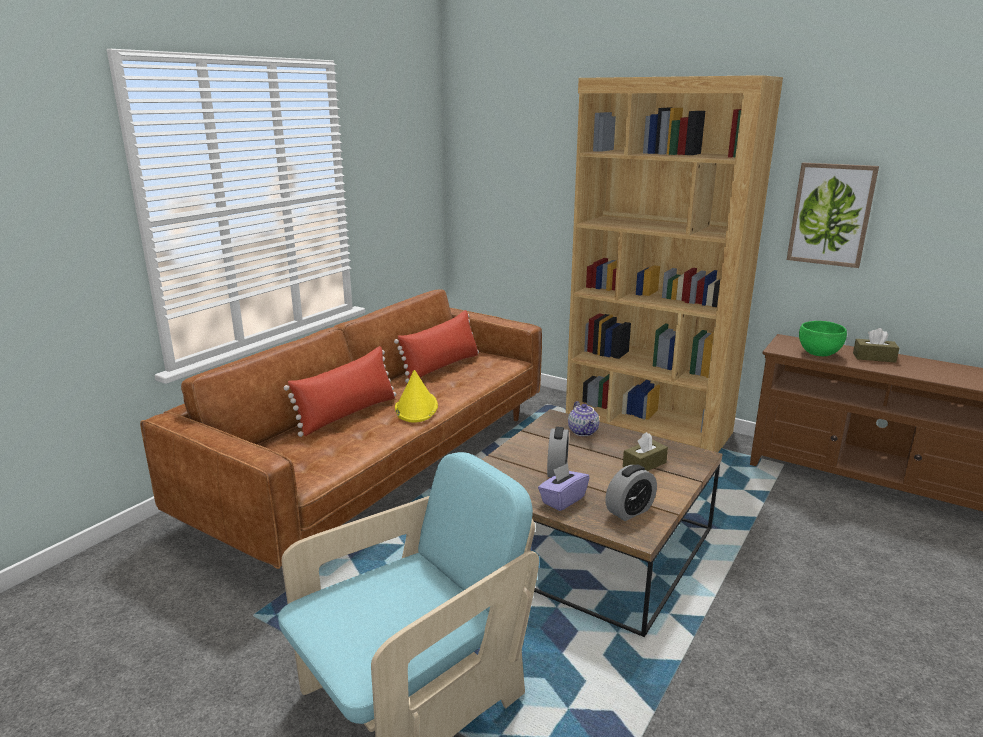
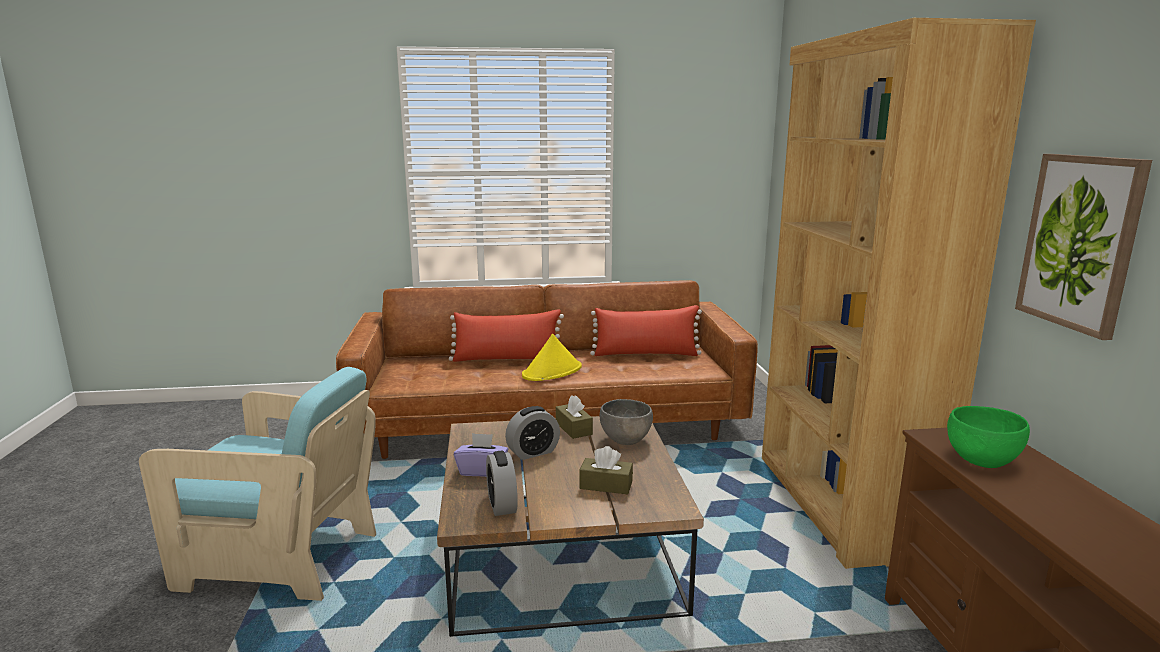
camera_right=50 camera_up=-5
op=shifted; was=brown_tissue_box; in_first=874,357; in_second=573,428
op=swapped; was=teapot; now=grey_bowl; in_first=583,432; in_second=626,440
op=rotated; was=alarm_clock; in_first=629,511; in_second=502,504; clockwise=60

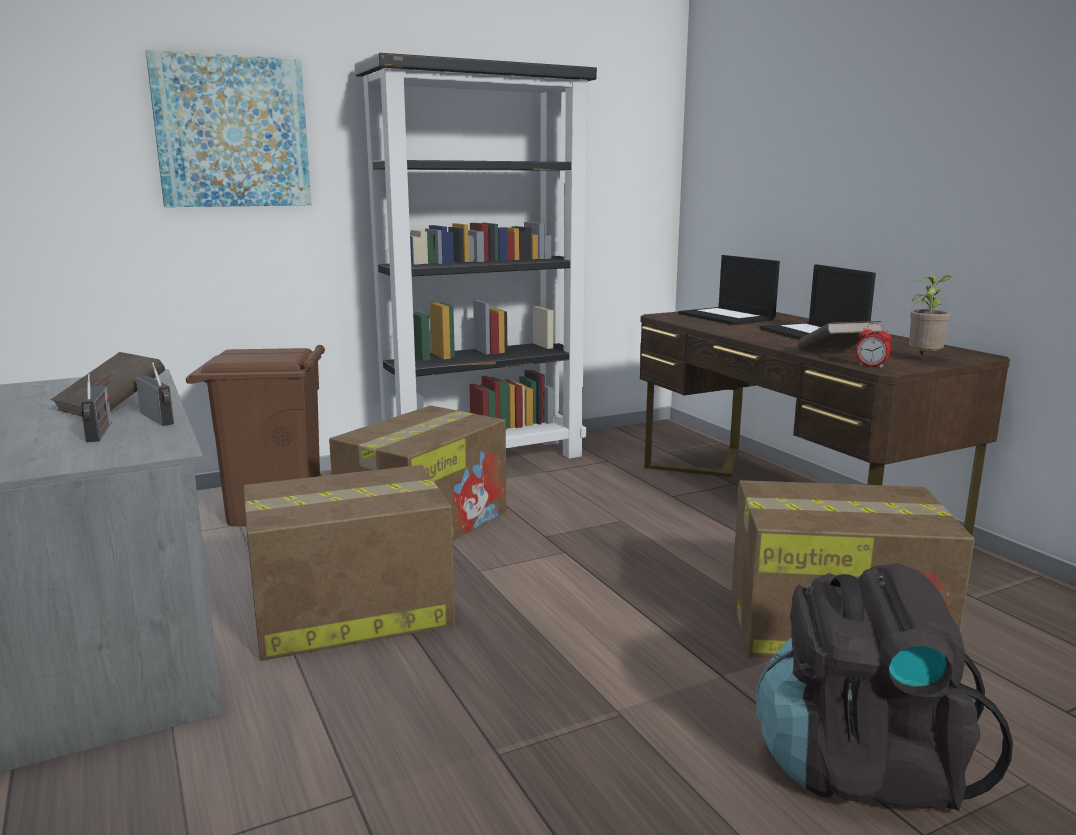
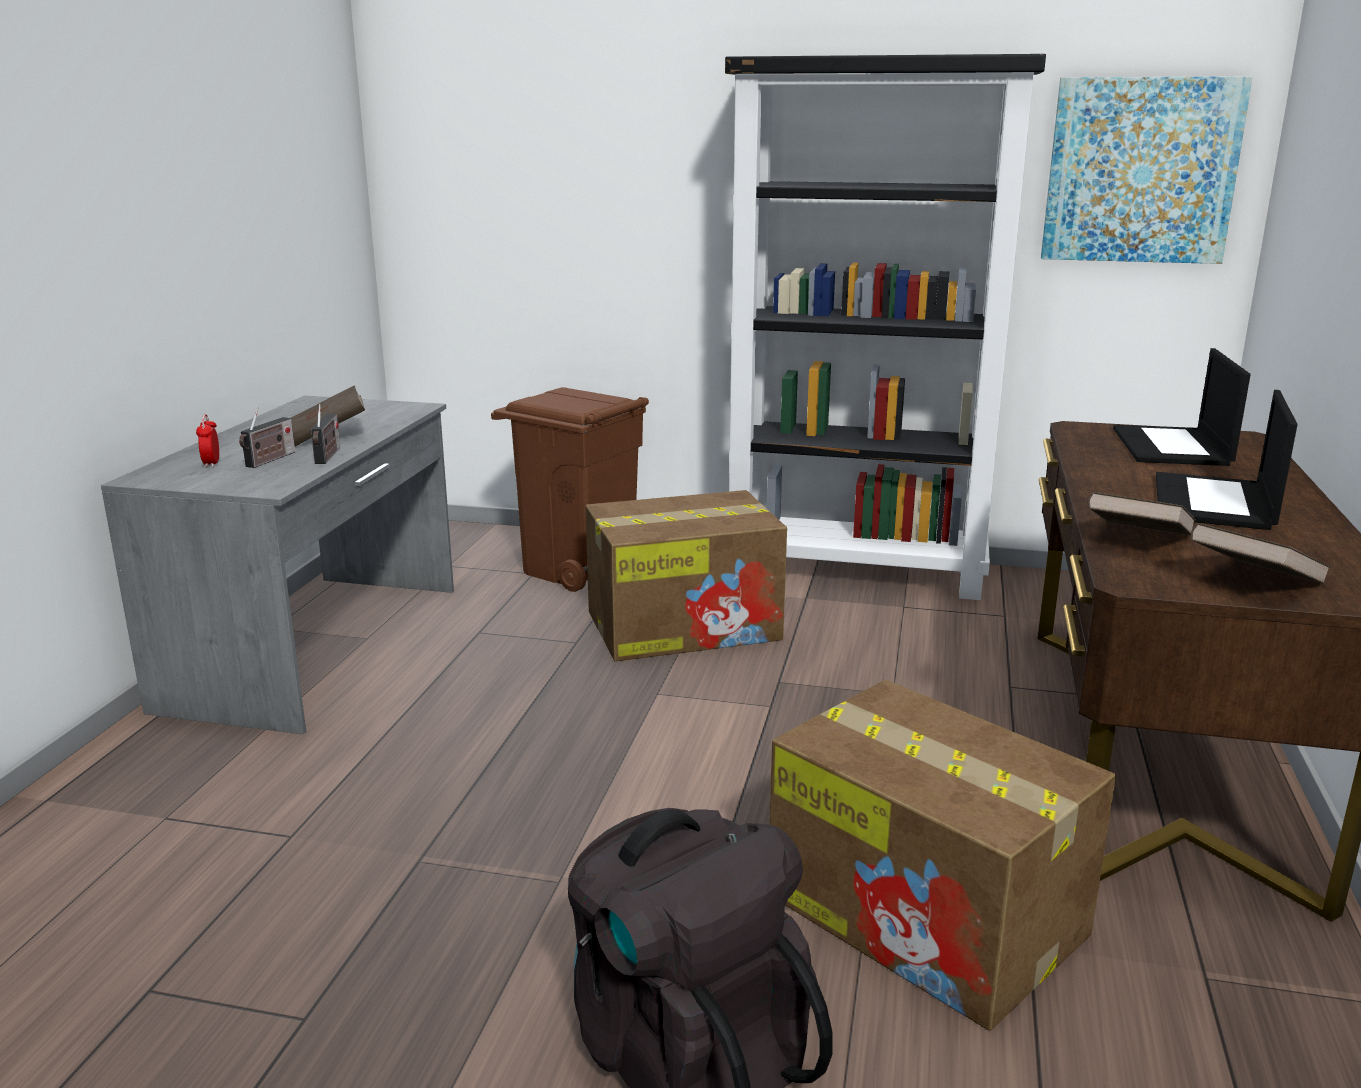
camera_right=40 camera_up=5
op=shifted; was=picture; in_first=232,132; in_second=1141,171
op=swapped; was=potted_plant; now=brown_book; in_first=924,359; in_second=1254,583
op=shifted; was=alarm_clock; in_first=871,366; in_second=211,464
op=gone; was=cardboard_box; in_first=349,613

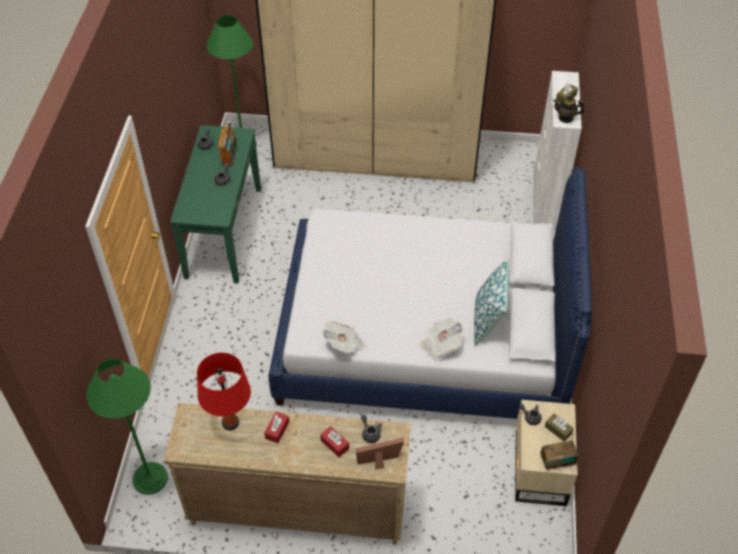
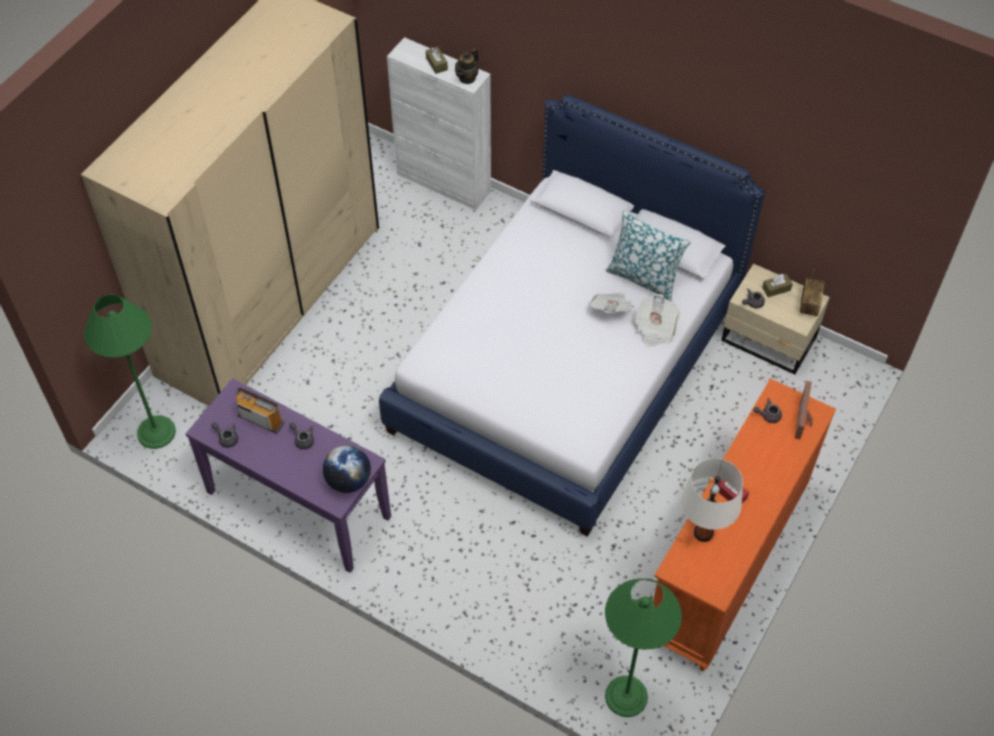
camera_right=-65 camera_up=5
op=repainted; was=green_console_table; now=purple_console_table; in_first=223,232; in_second=298,505
op=shifted; was=newspaper; in_first=344,344; in_second=611,309
op=repainted; was=red_table_lamp; now=white_table_lamp; in_first=230,422; in_second=703,533
op=repainted; was=beige_dresser; now=orange_dresser; in_first=296,509; in_second=726,564
op=gone; was=red_tissue_box; in_first=334,444
op=new; now=globe; in_second=348,480

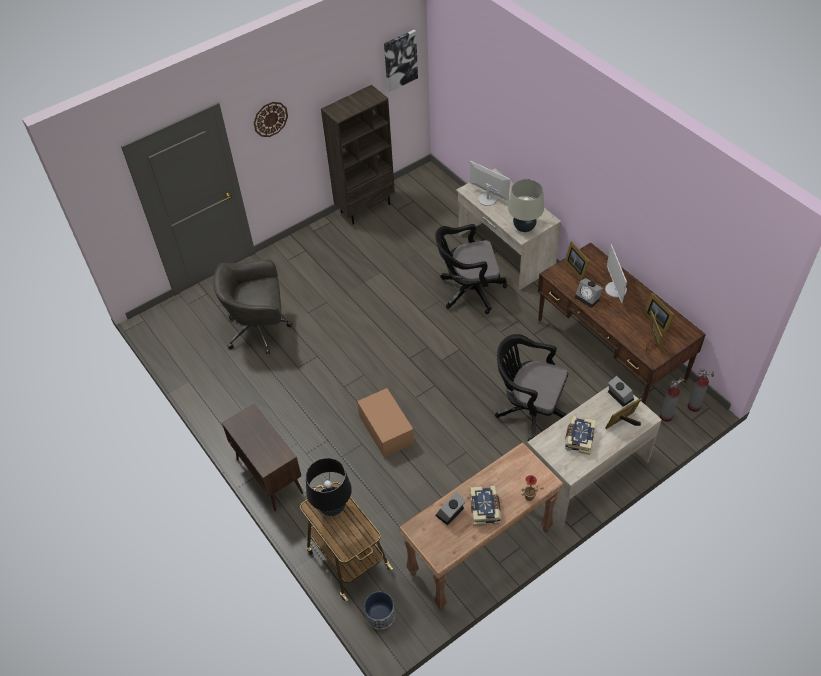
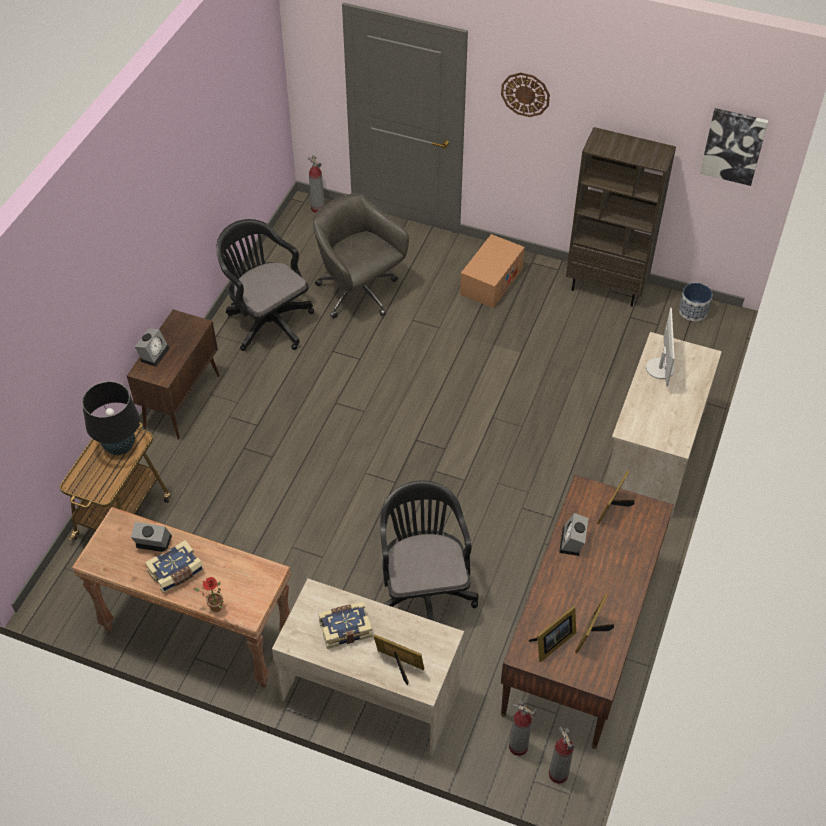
camera_right=55 camera_up=0
op=gone; was=beige_table_lamp; in_first=524,227
op=shifted; was=black_office_chair; in_first=468,291; in_second=267,321
op=gone; was=monitor; in_first=615,290
op=shifted; was=alarm_clock; in_first=619,396; in_second=154,353
op=shifted; was=cardboard_box; in_first=386,430; in_second=491,281
op=shifted; was=planter; in_first=380,615; in_second=693,311
op=new; now=fire_extinguisher; in_second=317,208

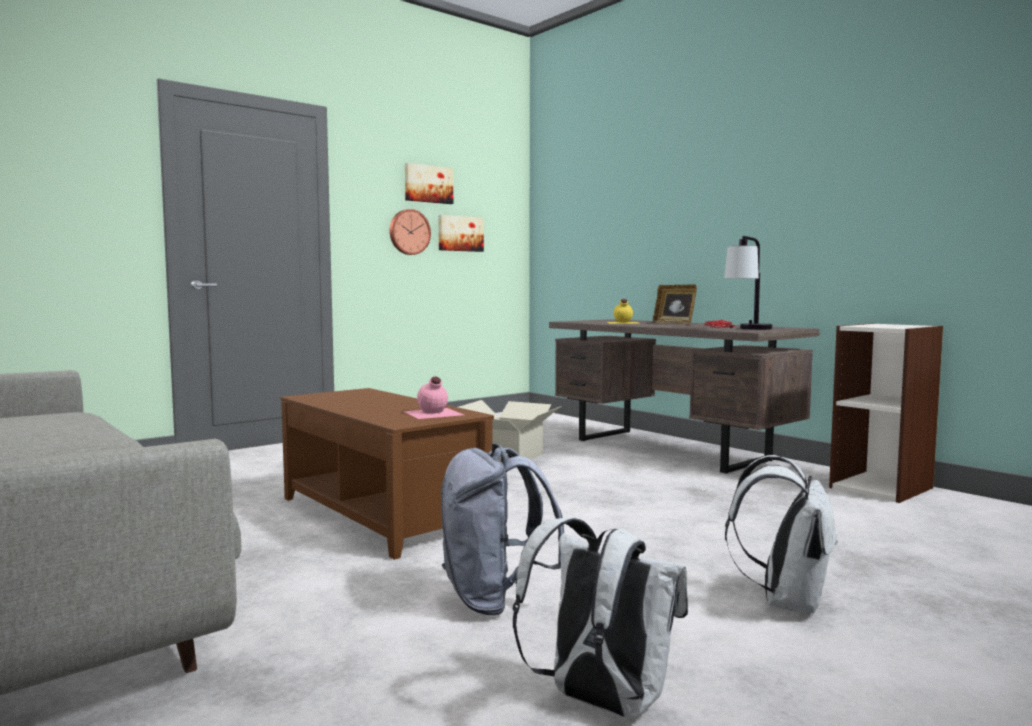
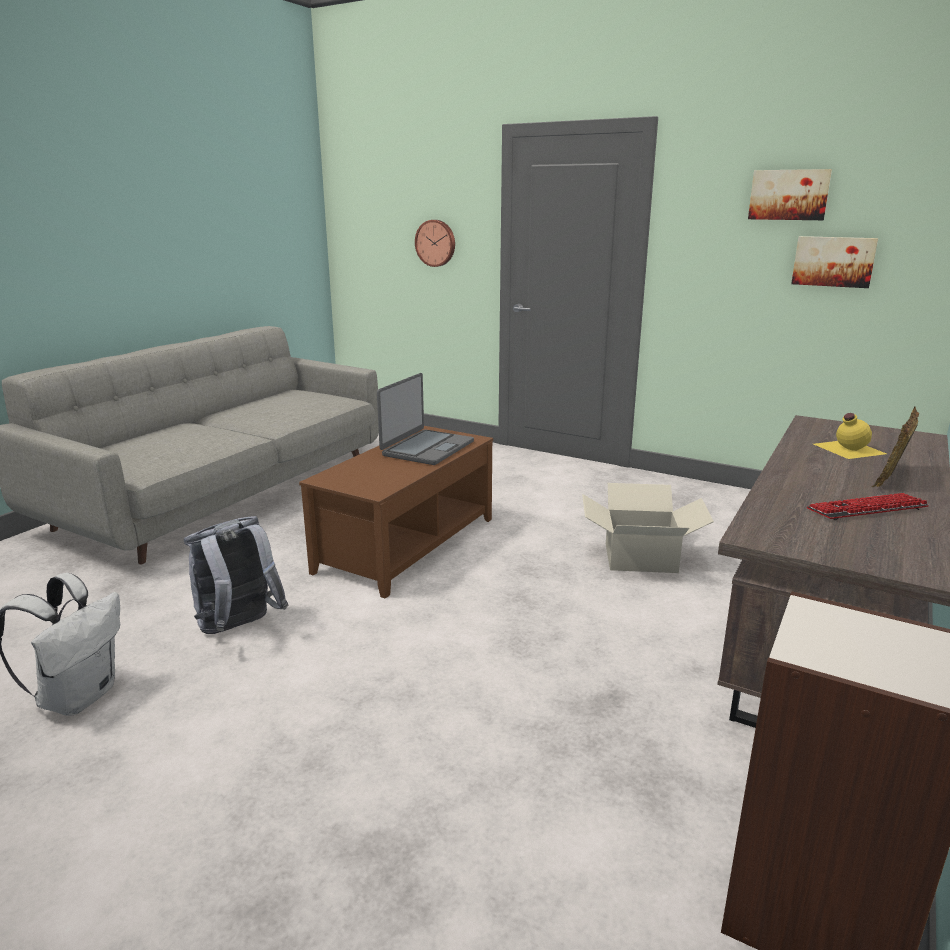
camera_right=70 camera_up=15
op=shifted; was=wall_clock; in_first=409,232; in_second=436,243
op=gone; was=table_lamp; in_first=748,329
op=gone; was=pink_bottle; in_first=433,413
op=gone; was=white_backpack; in_first=785,602
op=new; now=laptop; in_second=427,448

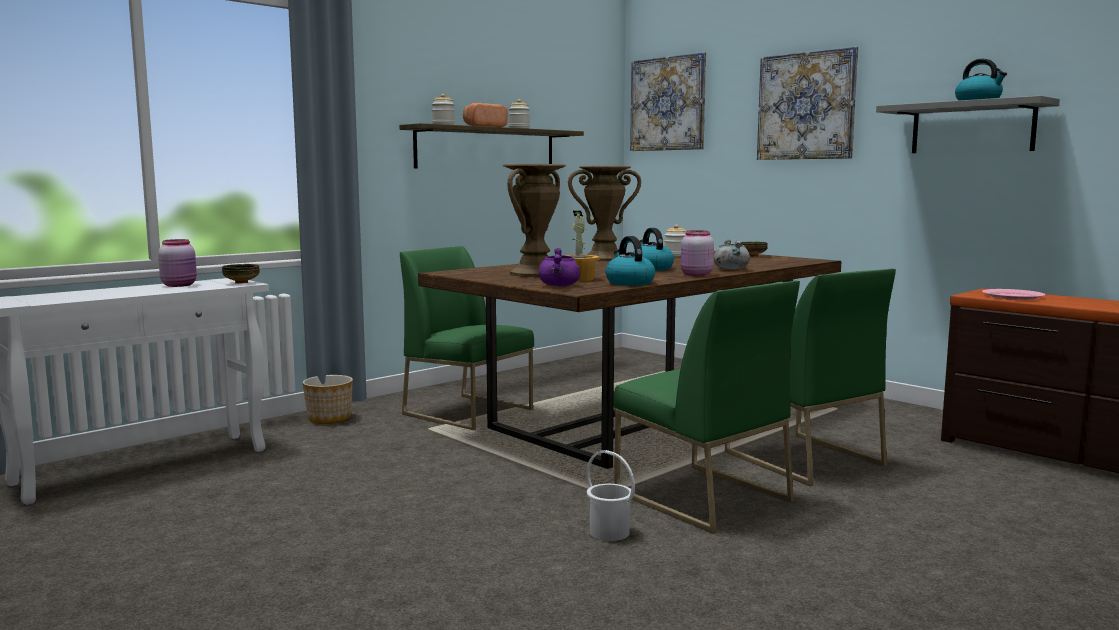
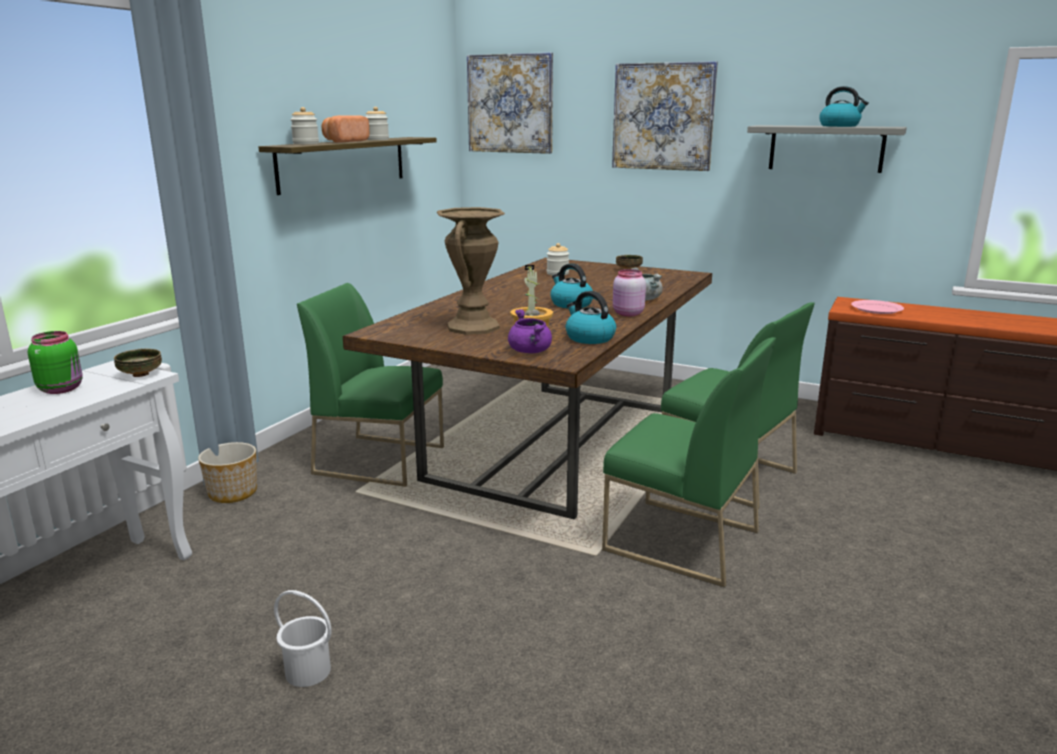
camera_right=-20 camera_up=10
op=gone; was=brown_vase; in_first=604,259
op=repainted; was=pink_jar; now=green_jar; in_first=180,285; in_second=62,389
op=shifted; was=white_bucket; in_first=609,533; in_second=308,672

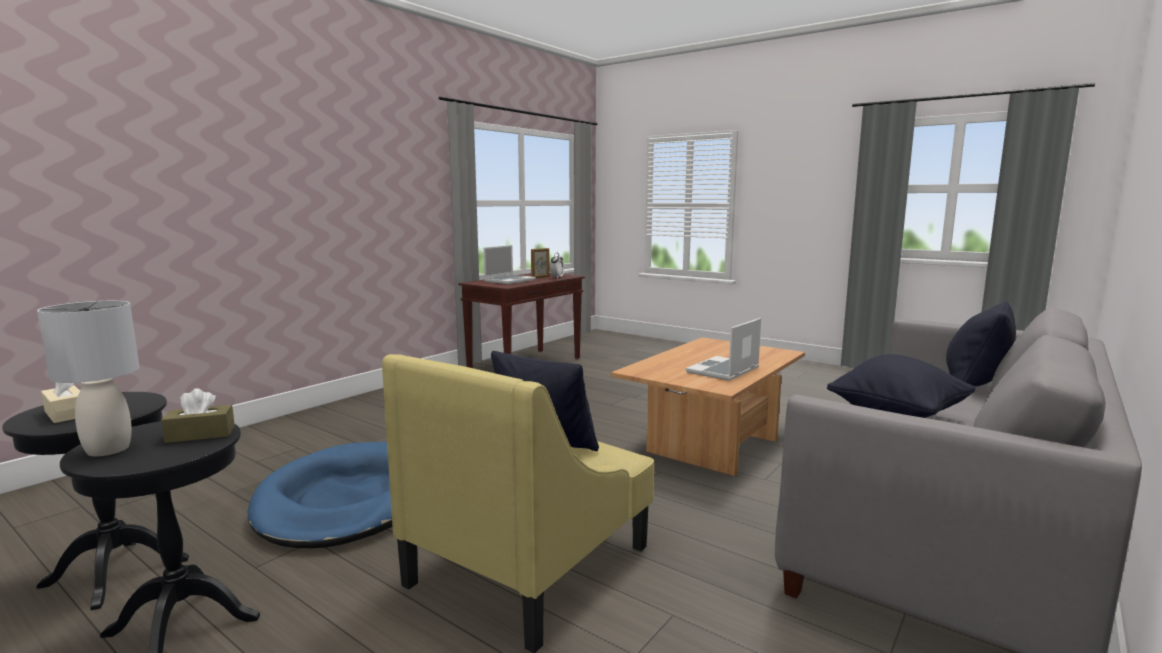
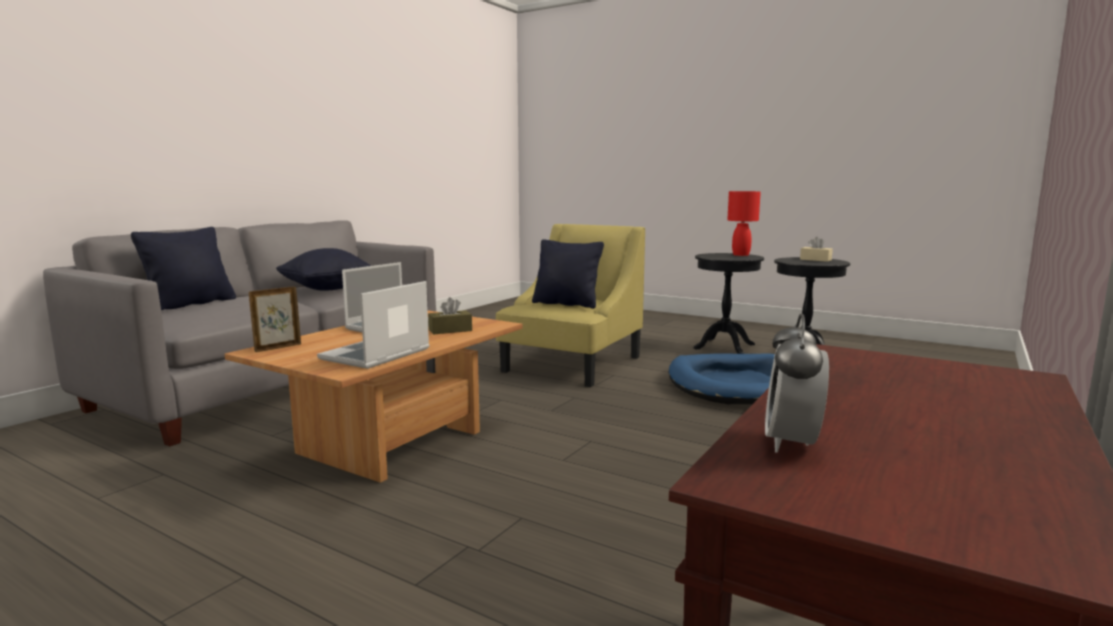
camera_right=175 camera_up=0
op=shifted; was=laptop; in_first=509,280; in_second=375,355
op=shifted; was=picture_frame; in_first=540,277; in_second=277,348
op=repainted; was=grey_table_lamp; now=red_table_lamp; in_first=107,449; in_second=741,255
op=shifted; was=brown_tissue_box; in_first=200,434; in_second=450,330

